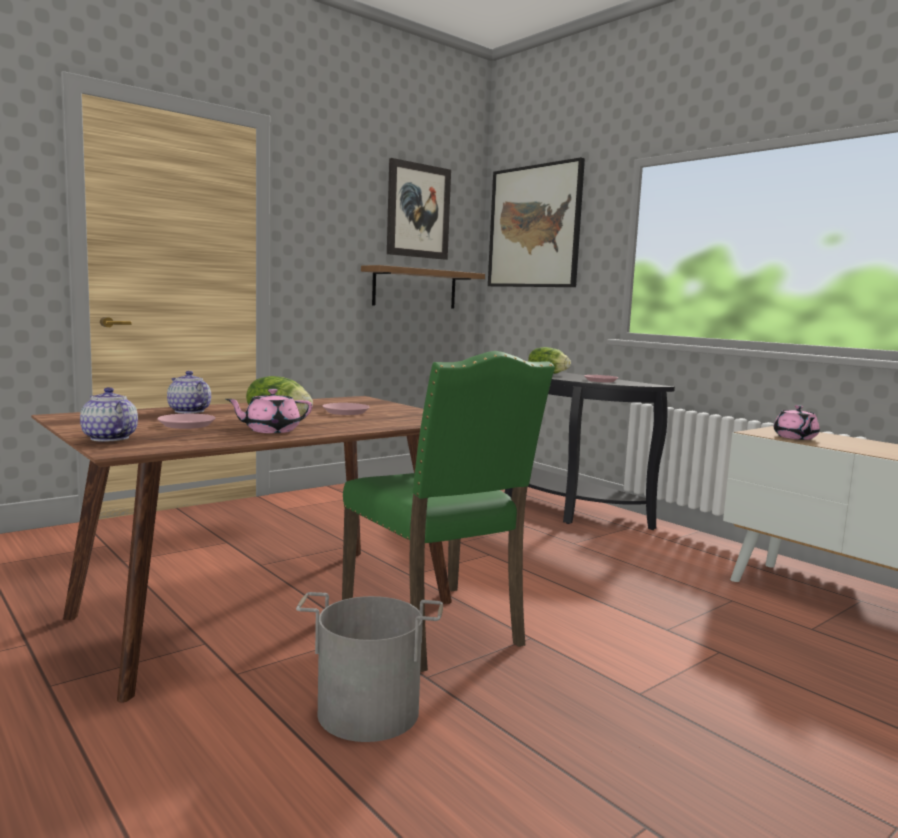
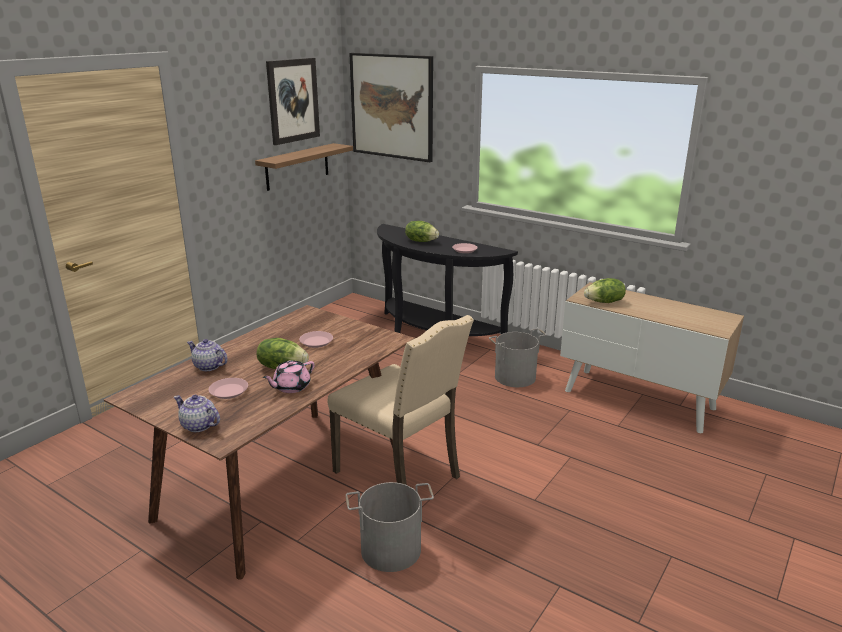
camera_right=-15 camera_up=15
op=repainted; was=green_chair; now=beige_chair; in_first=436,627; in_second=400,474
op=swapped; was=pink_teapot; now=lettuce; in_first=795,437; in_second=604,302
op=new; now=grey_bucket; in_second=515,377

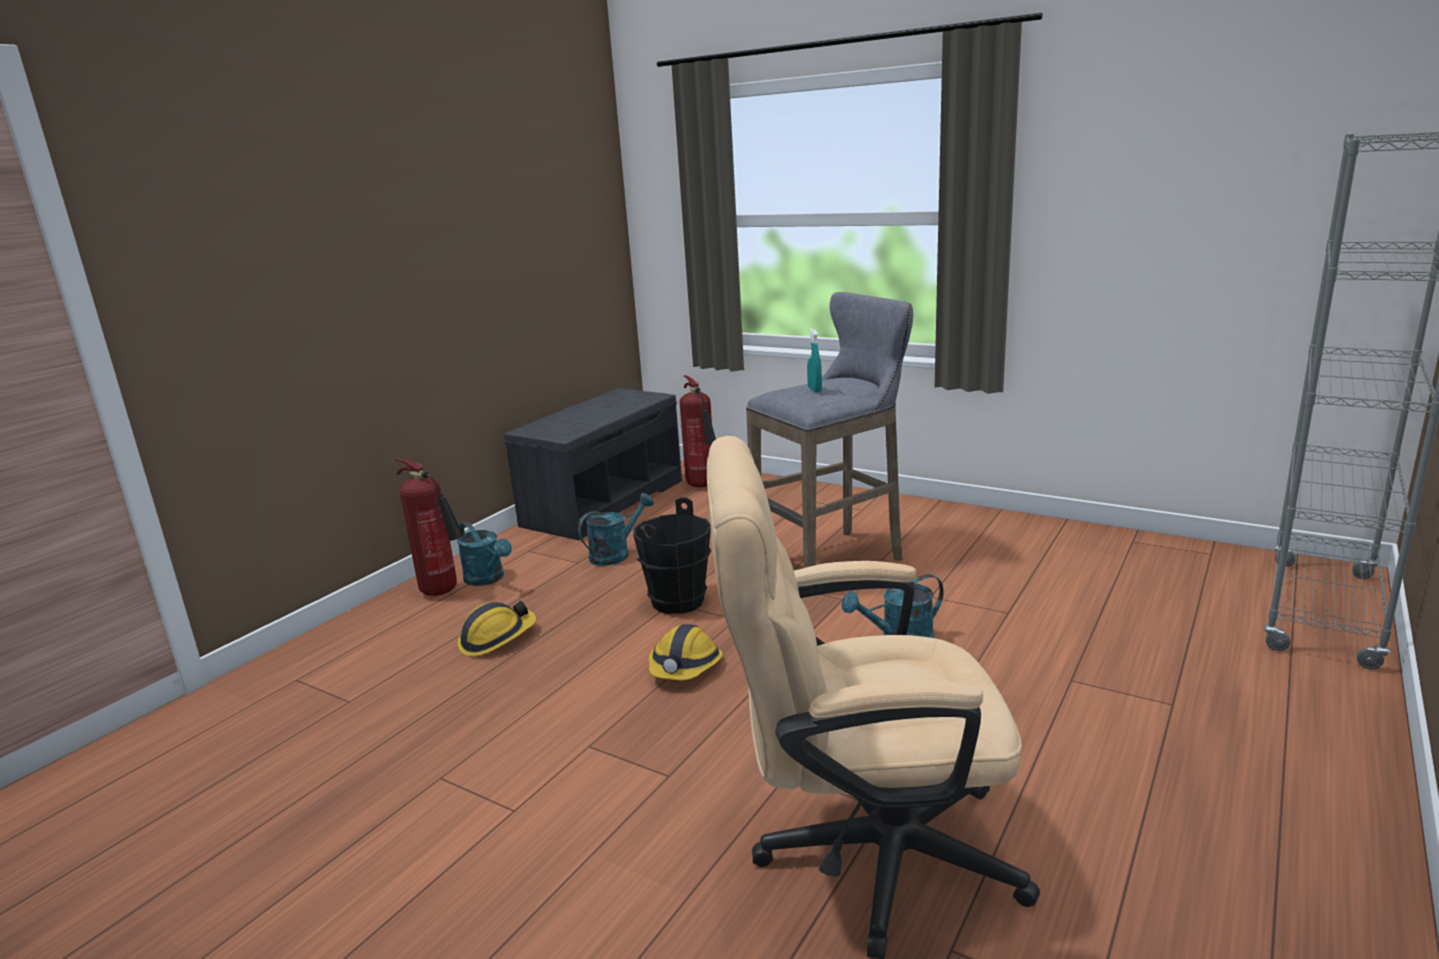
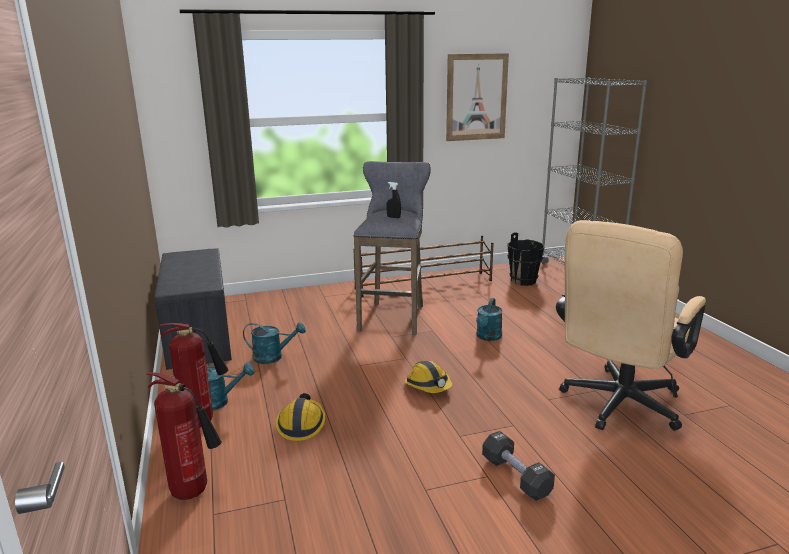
camera_right=-50 camera_up=0
op=repainted; was=turquoise_spray_bottle; now=black_spray_bottle; in_first=814,390; in_second=393,217
op=shifted; was=fire_extinguisher; in_first=703,486; in_second=194,492
op=rotated; was=turquoise_watering_can; in_first=615,554; in_second=273,357; clockwise=90
op=shifted; was=black_bucket; in_first=678,601; in_second=523,281
op=new; now=picture; in_second=476,97
op=new; now=brown_shoe_rack; in_second=424,284
op=new; now=black_dumbbell; in_second=516,476

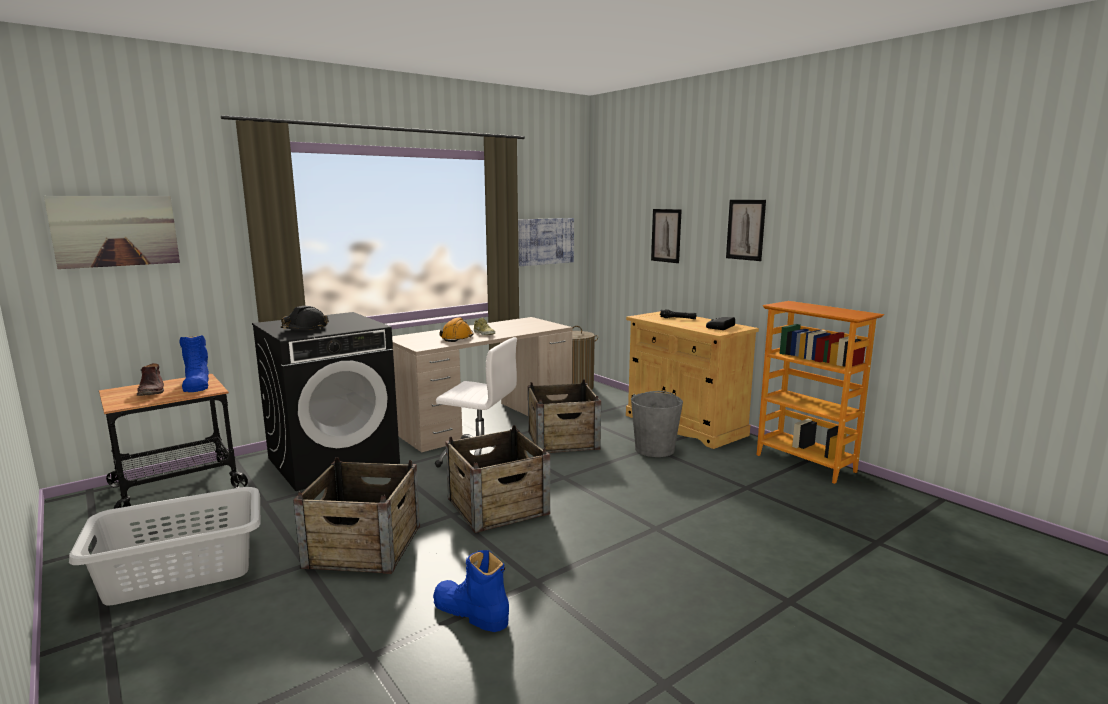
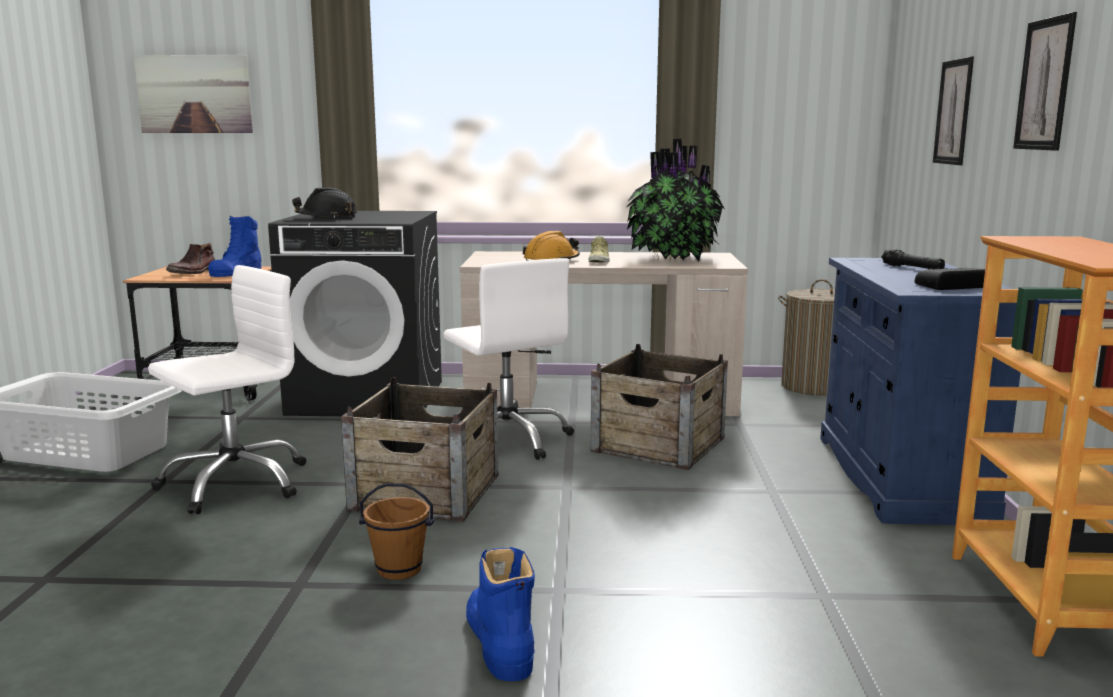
camera_right=40 camera_up=0
op=gone; was=picture; in_first=545,241
op=repainted; was=beige_cabinet; now=blue_cabinet; in_first=684,425; in_second=899,477
op=gone; was=grey_bucket; in_first=654,449
op=swapped; was=crate; now=white_office_chair; in_first=364,545; in_second=235,483
op=shifted; was=blue_boot; in_first=470,612; in_second=499,642
op=new; now=potted_plant; in_second=673,258
op=new; now=brown_bucket; in_second=399,569

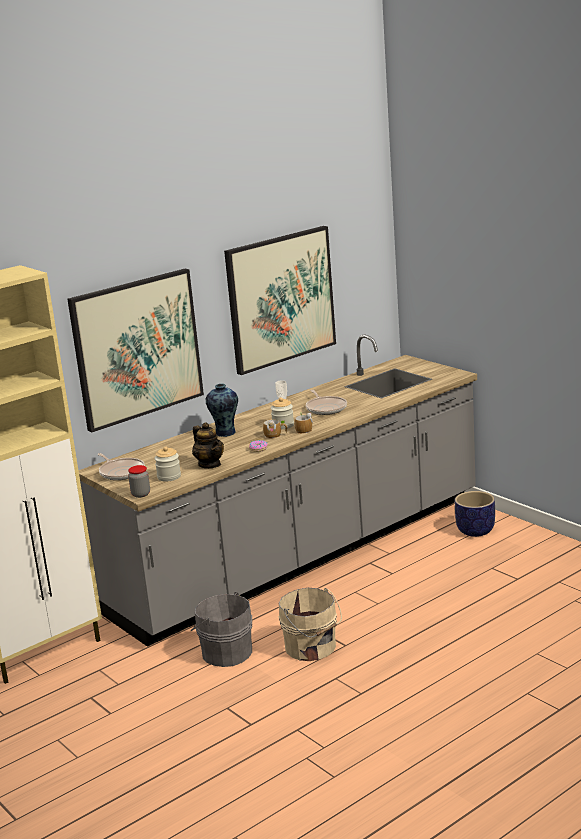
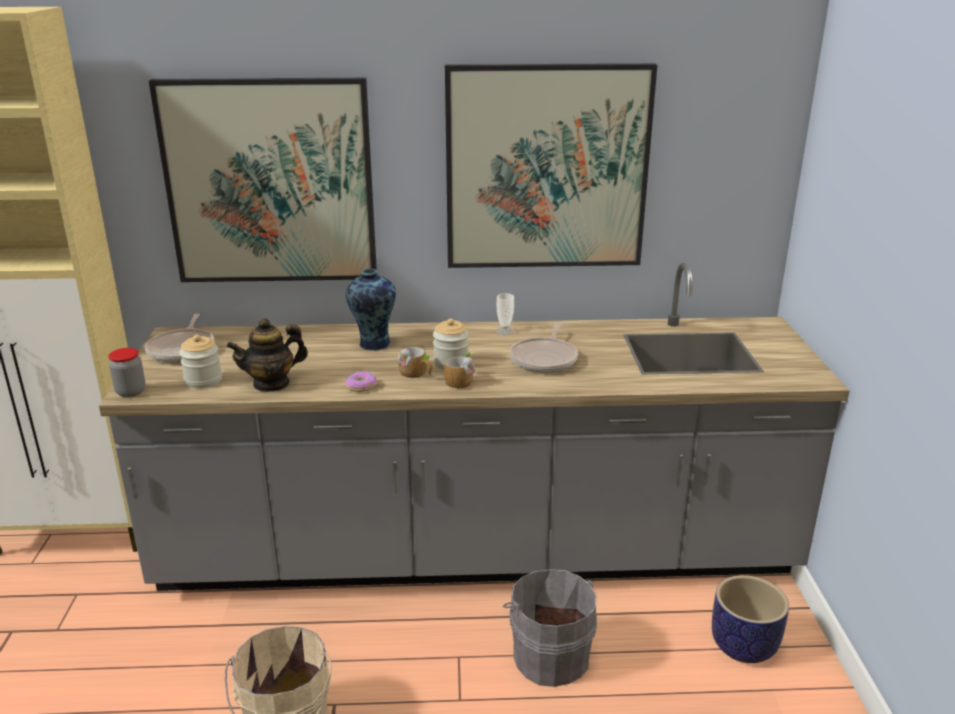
camera_right=35 camera_up=5
op=rotated; was=teapot; in_first=210,464; in_second=271,383; clockwise=60
op=shifted; was=grey_bucket; in_first=225,652; in_second=549,655

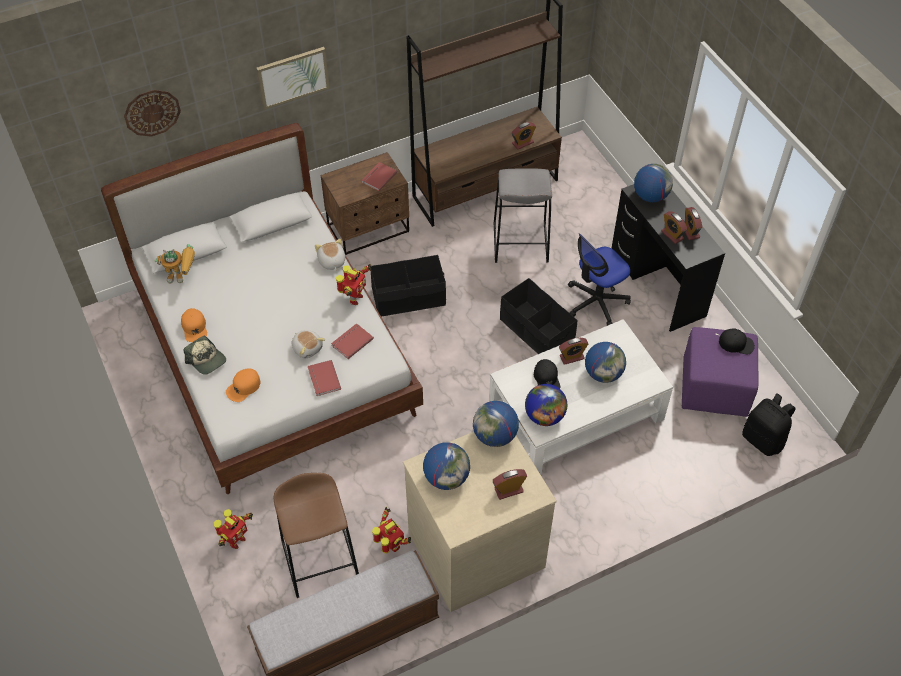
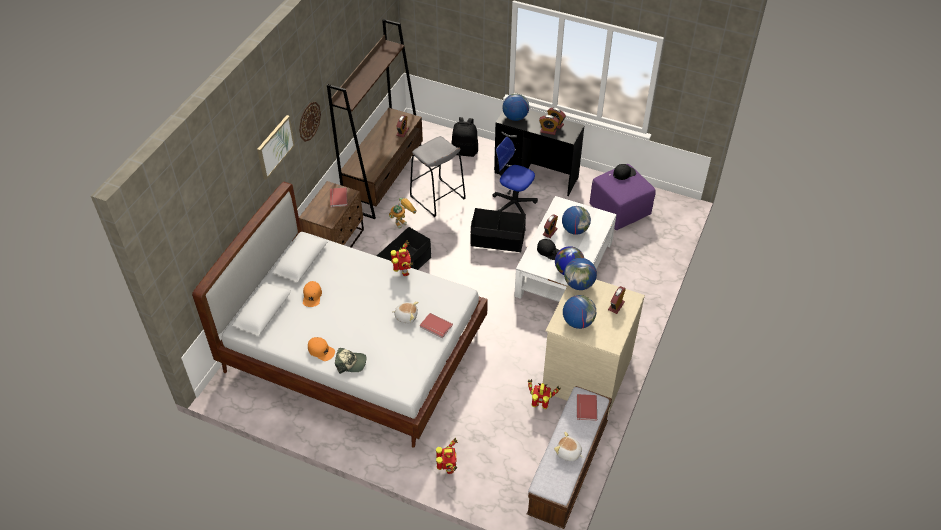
camera_right=-40 camera_up=-5
op=shifted; was=wall_clock; in_first=152,112; in_second=309,121
op=rotated; was=office_chair; in_first=596,302; in_second=513,204; clockwise=105
op=shifted; was=plush_toy; in_first=331,261; in_second=568,453
op=shifted; was=toy_robot; in_first=182,276; in_second=402,221
op=shifted; was=red_book; in_first=351,341; in_second=585,408
op=shifted; was=orange_cap; in_first=243,387; in_second=312,296
op=shifted; was=black_backpack; in_first=763,439; in_second=465,151
op=gone; was=brown_stool; in_first=320,560

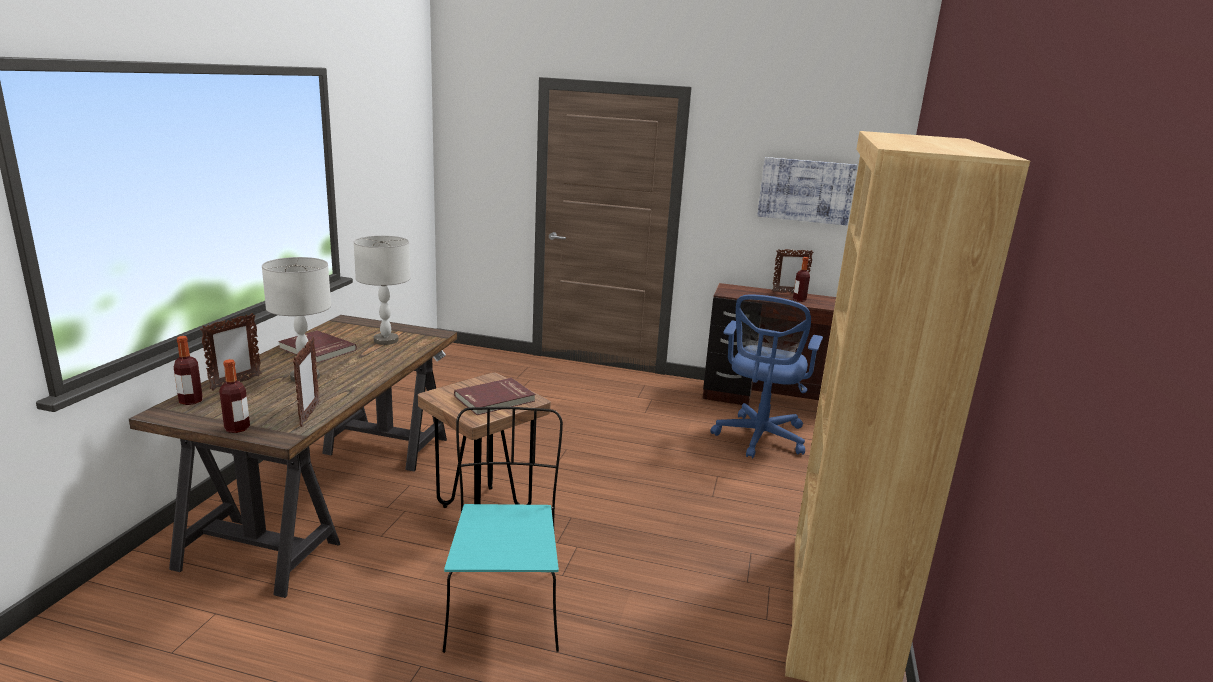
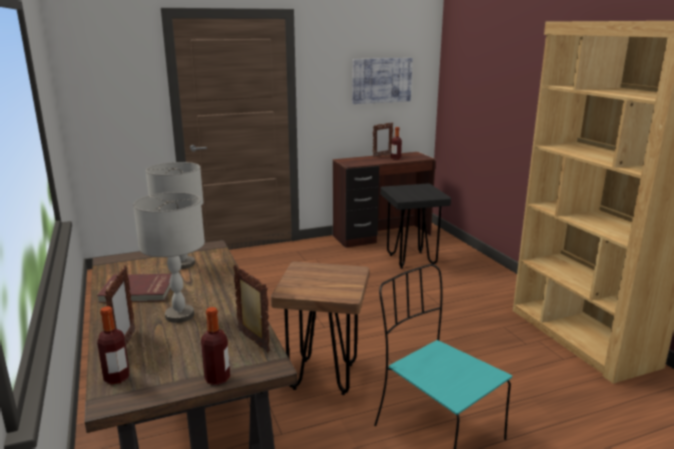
camera_right=-35 camera_up=0
op=swapped; was=blue_office_chair; now=black_stool; in_first=759,439; in_second=411,260
op=gone; was=red_book; in_first=495,399

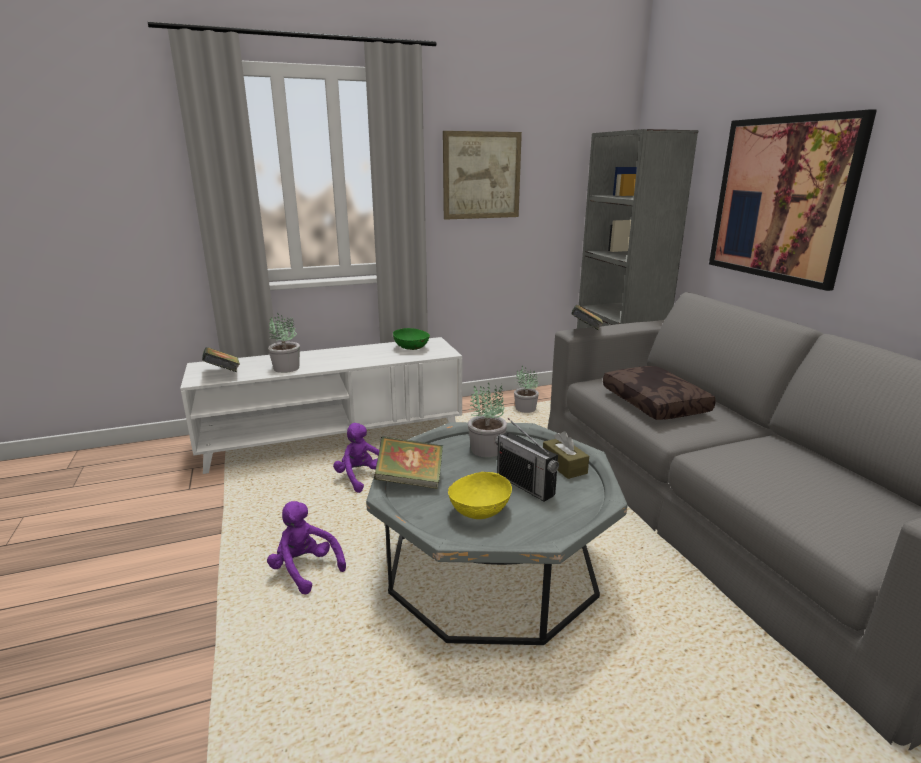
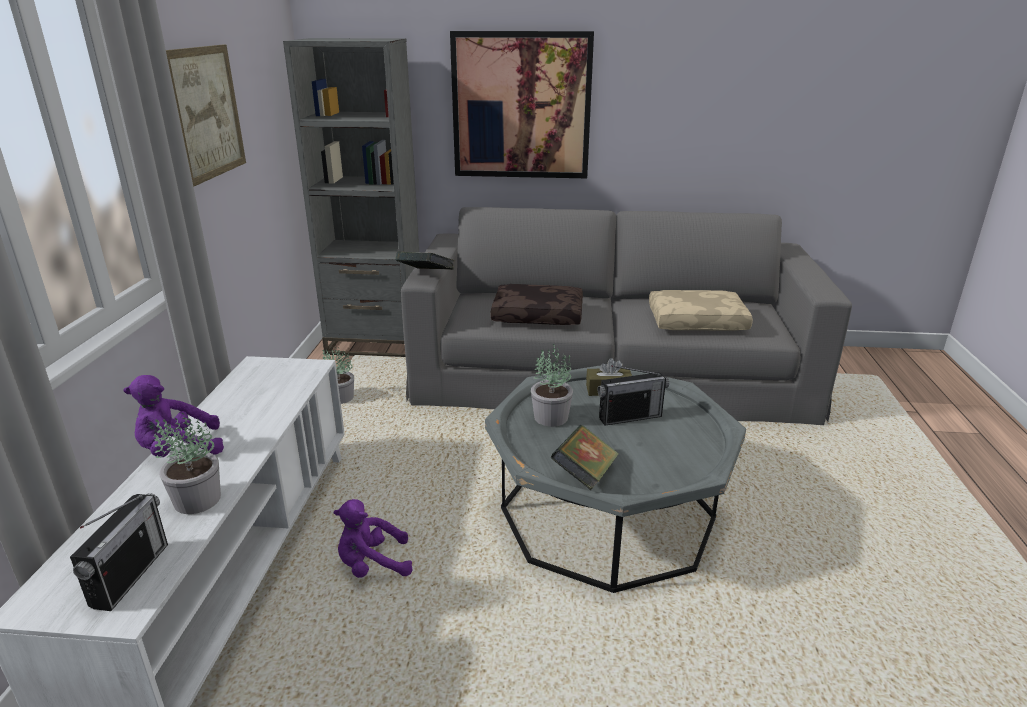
camera_right=-65 camera_up=5
op=gone; was=green_bowl; in_first=412,348
op=swapped; was=book; now=radio; in_first=223,374; in_second=130,575
op=gone; was=yellow_bowl; in_first=479,510
op=shifted; was=purple_plush_toy; in_first=305,569; in_second=178,450
op=new; now=beige_pillow; in_second=697,321

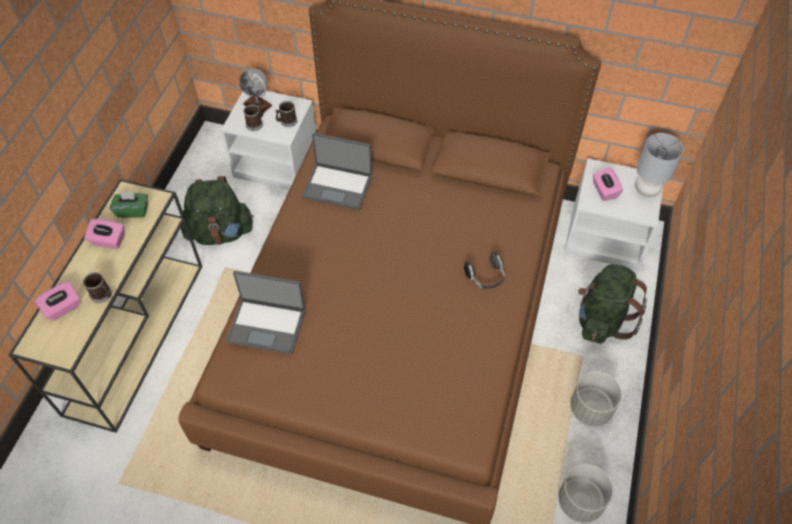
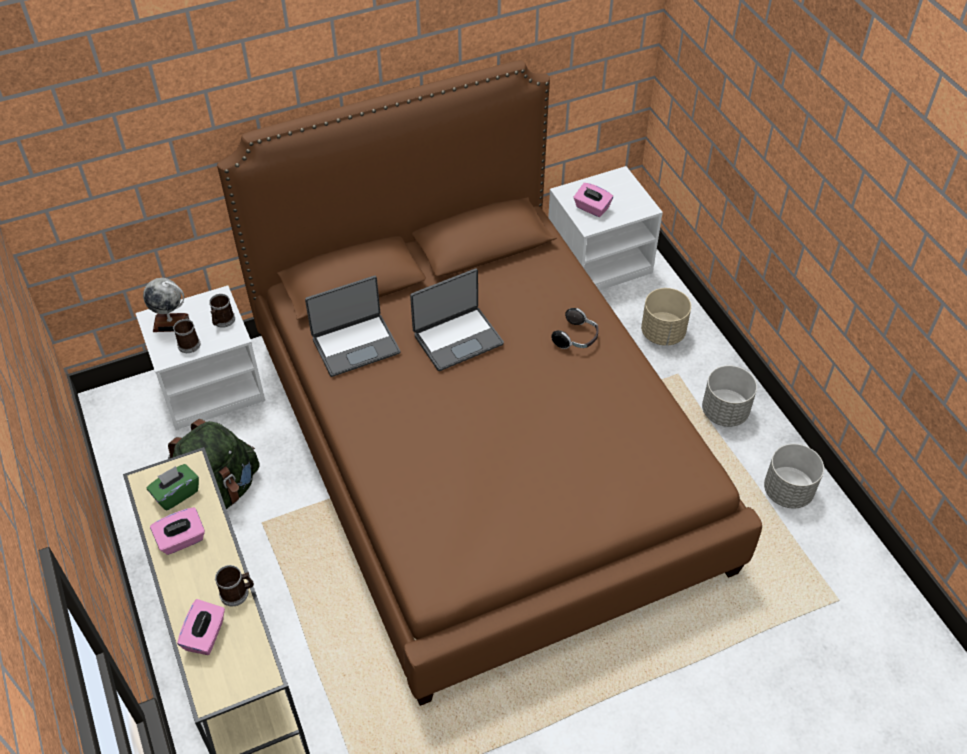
camera_right=-40 camera_up=-5
op=gone; was=grey_table_lamp; in_first=646,190
op=swapped; was=green_backpack; now=beige_planter; in_first=601,319; in_second=663,333
op=shifted; was=laptop; in_first=267,325; in_second=457,338

